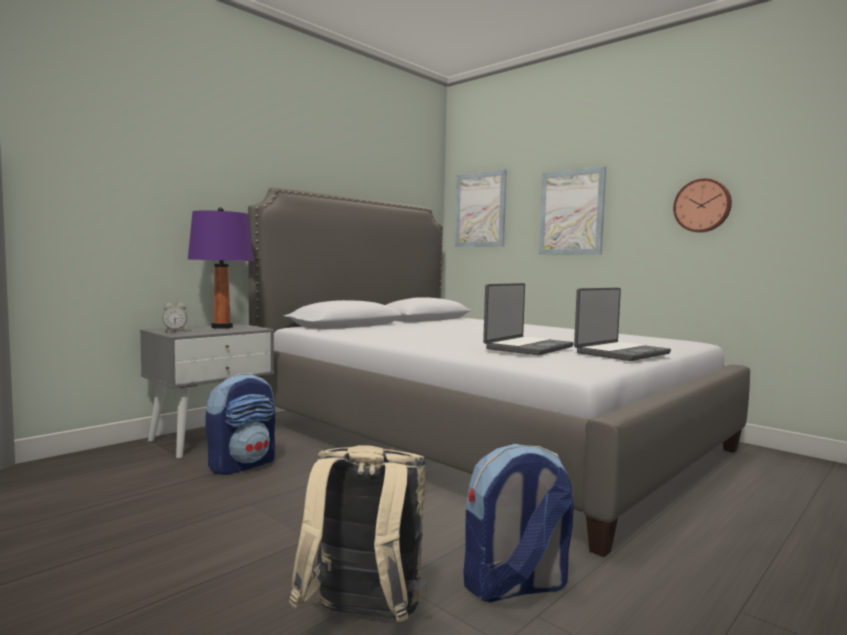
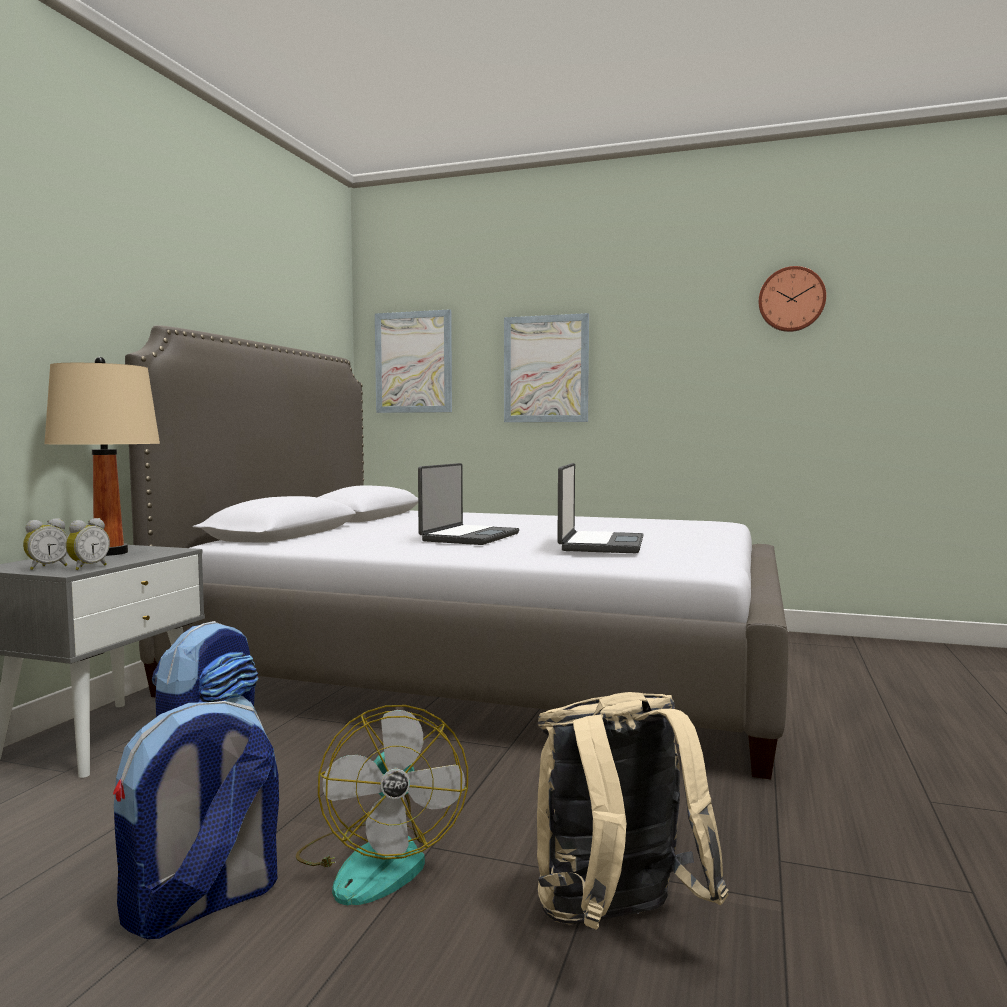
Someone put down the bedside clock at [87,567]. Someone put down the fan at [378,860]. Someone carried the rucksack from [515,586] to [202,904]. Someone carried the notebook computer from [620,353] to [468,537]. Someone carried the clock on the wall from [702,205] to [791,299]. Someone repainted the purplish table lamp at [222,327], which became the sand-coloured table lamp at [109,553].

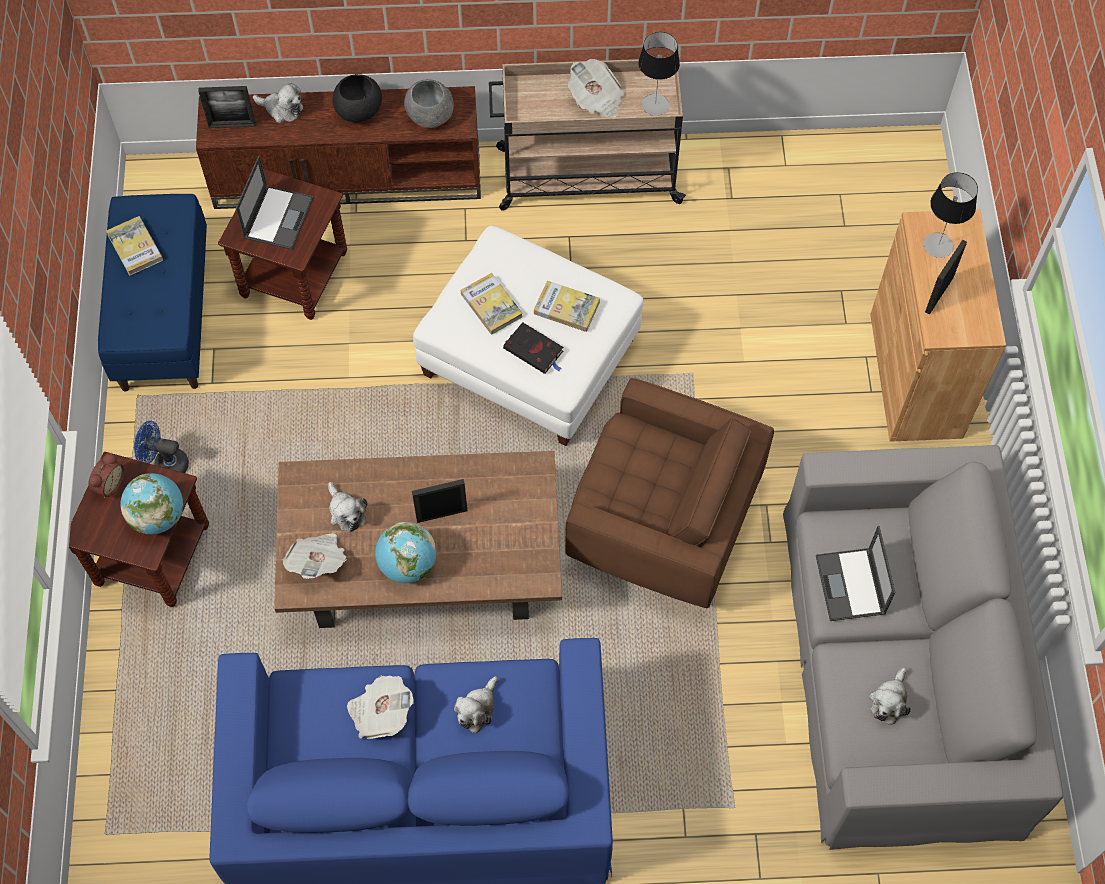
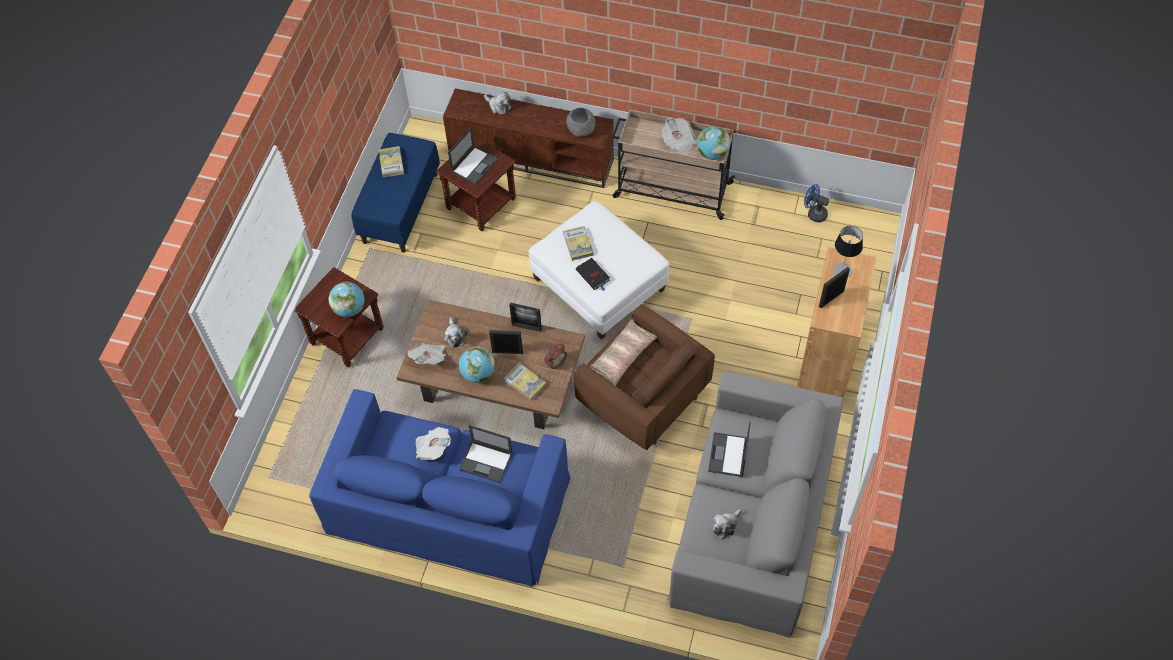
Someone took away the blackish bowl at [358,111]. Someone put down the throw pillow at [622,357]. Someone carried the bedside clock from [108,484] to [555,361]. Someone carried the bluish fan from [165,464] to [814,213]. Someone carried the photo frame from [232,125] to [526,327]. Someone carried the bound book from [566,308] to [525,382]. Someone swapped the plush toy at [477,709] for the notebook computer at [487,461]. Someone swapped the table lamp at [655,105] for the desk globe at [712,154].

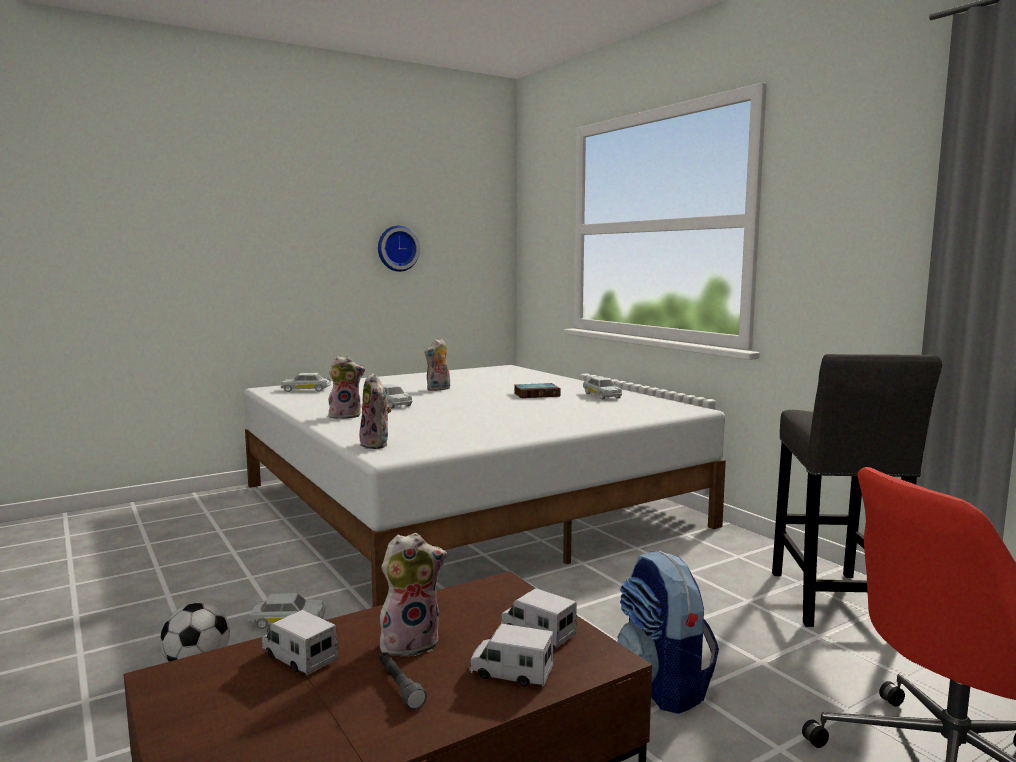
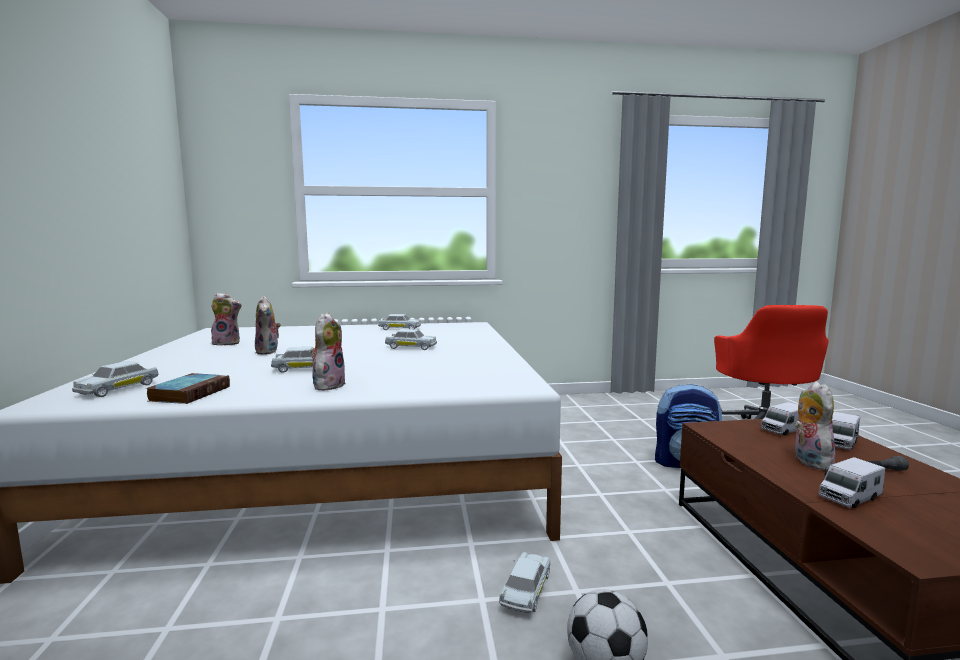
Someone took away the clock on the wall at [397,248]. Someone took away the grey sitting stool at [834,603]. Someone put down the white miniature car at [411,347]. Someone carried the plush toy from [377,445] to [227,343]. Someone carried the bound book from [537,394] to [190,393].

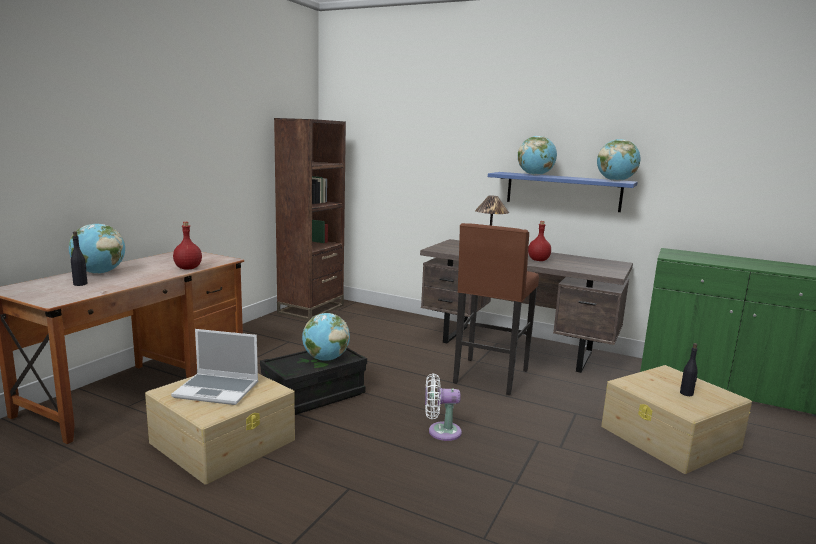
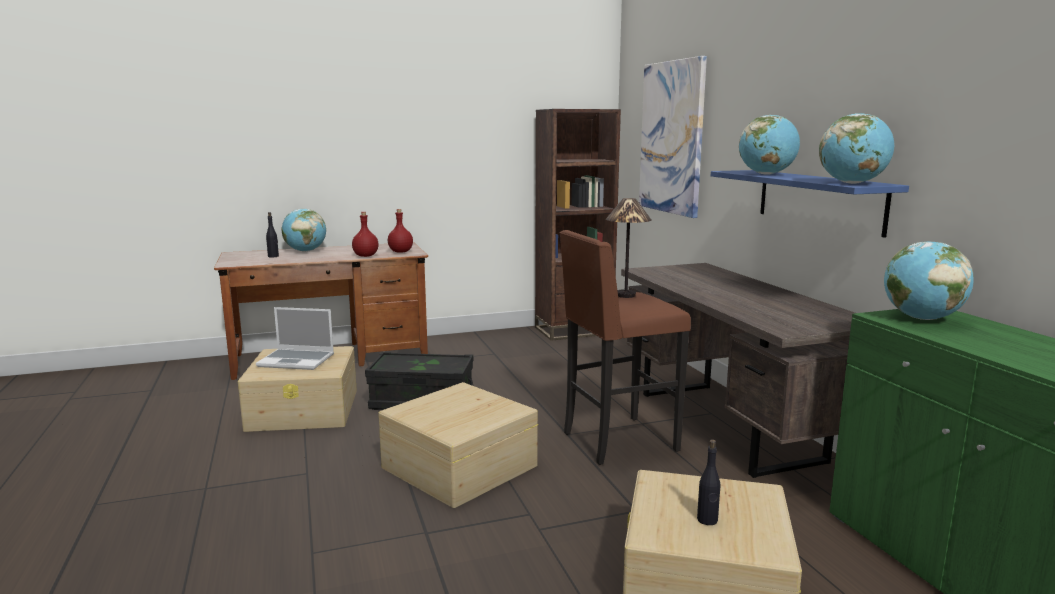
Someone put up the picture at [672,137]. Someone carried the desk globe from [325,359] to [921,318]. Someone carried the red-coloured drink bottle from [538,260] to [401,252]. Someone swapped the white fan at [441,431] for the sand-coloured storage bin at [458,466]. Someone rotated the notebook computer at [218,390] by 45 degrees counterclockwise.

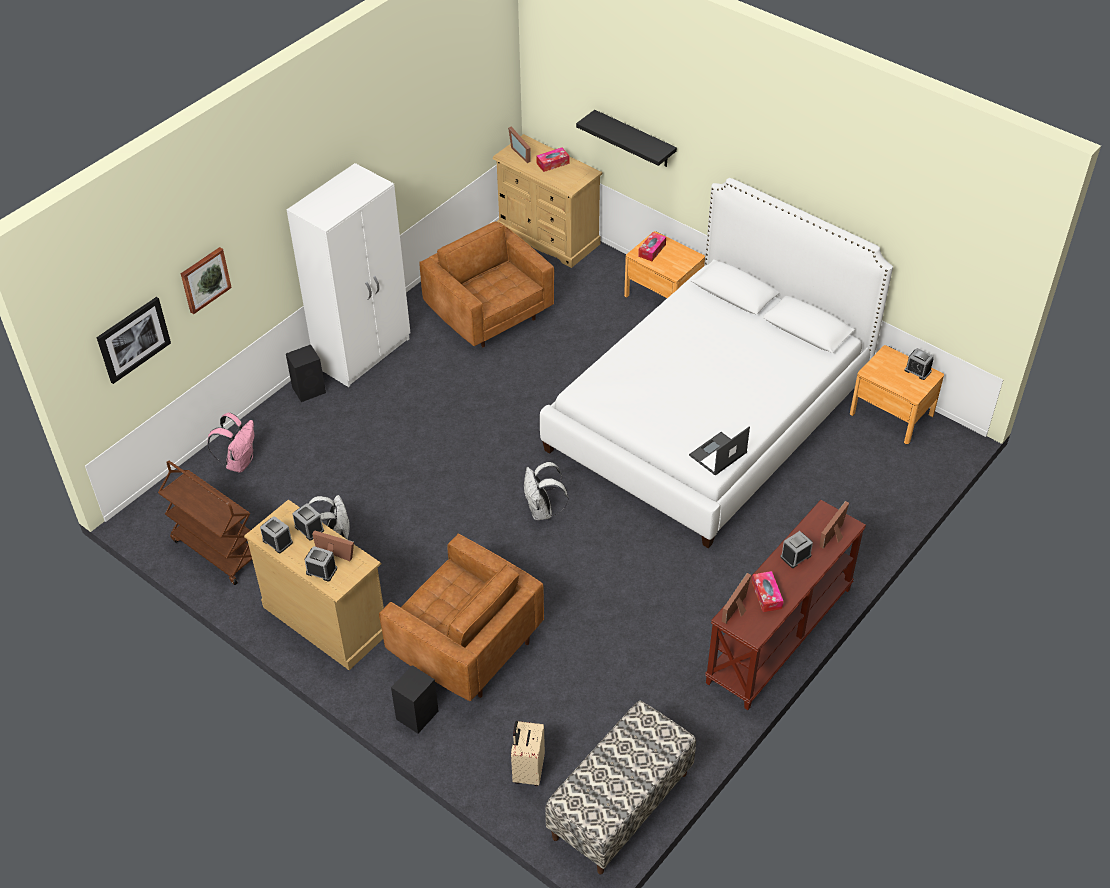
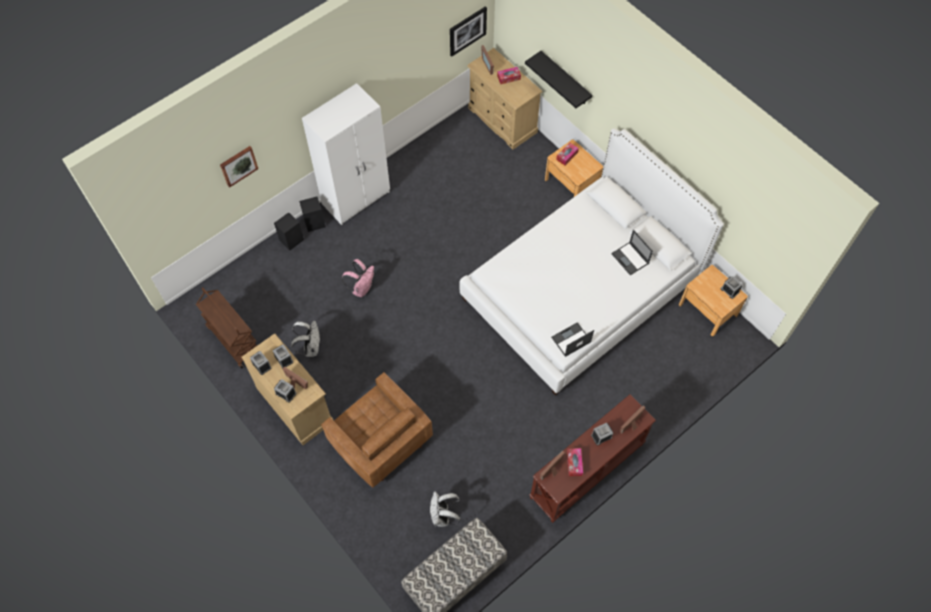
Someone took away the brown easy chair at [489,315]. Someone took away the sand-coloured piece of luggage at [527,770]. Someone put down the notebook computer at [630,259]. Someone carried the picture from [133,339] to [467,31]. Someone carried the pink-coloured rucksack from [239,462] to [362,288]. Someone carried the blackish loudspeaker from [418,714] to [292,240]. Someone carried the white rucksack from [542,511] to [443,516].

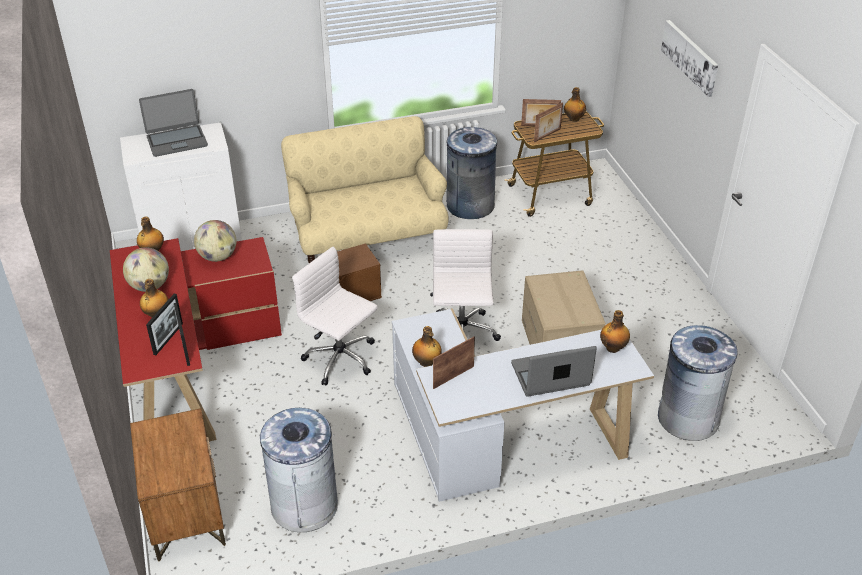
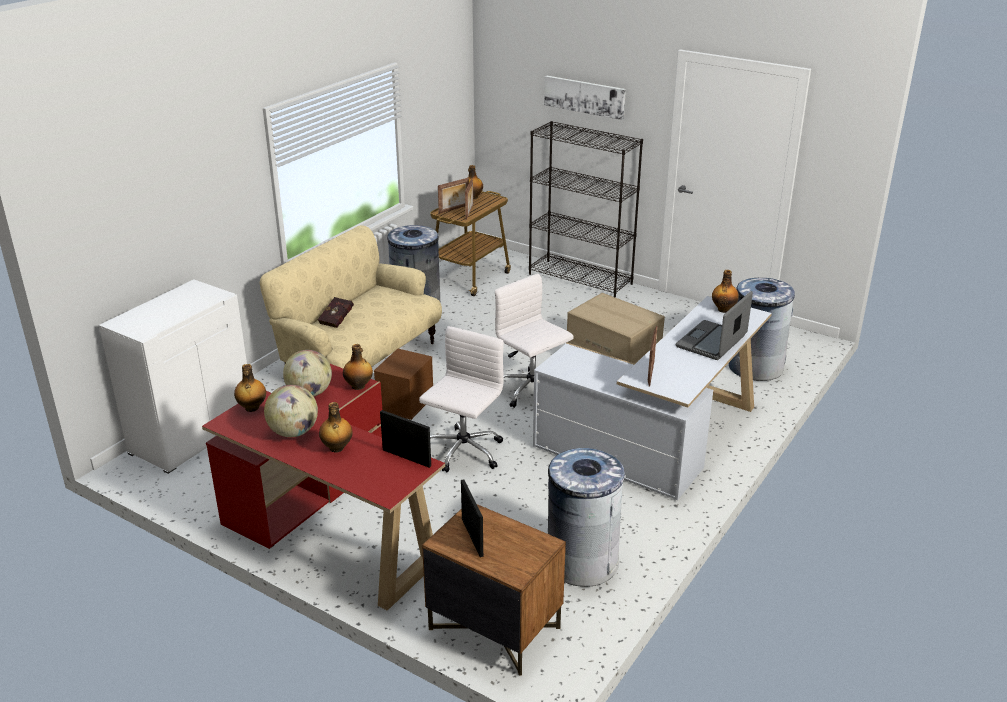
Someone took away the notebook computer at [177,141]. Someone put down the red-coloured bound book at [338,320]. Someone put down the blackish shelving unit at [581,279]. Someone carried the photo frame from [168,339] to [472,537]. Someone carried the drink bottle from [426,362] to [359,386]. Someone rotated the white desk chair at [341,359] by 120 degrees clockwise.

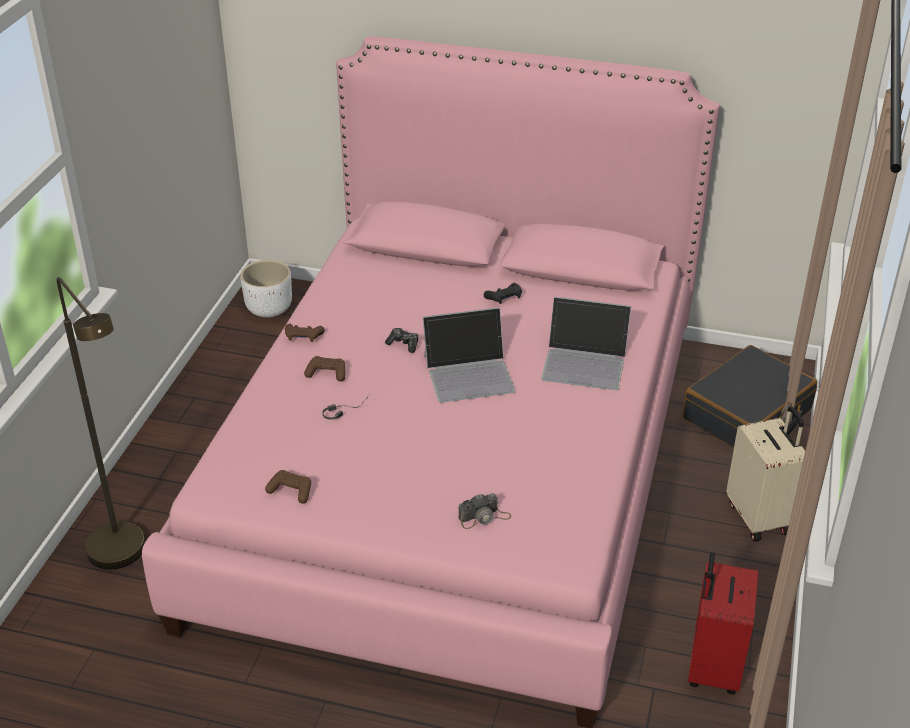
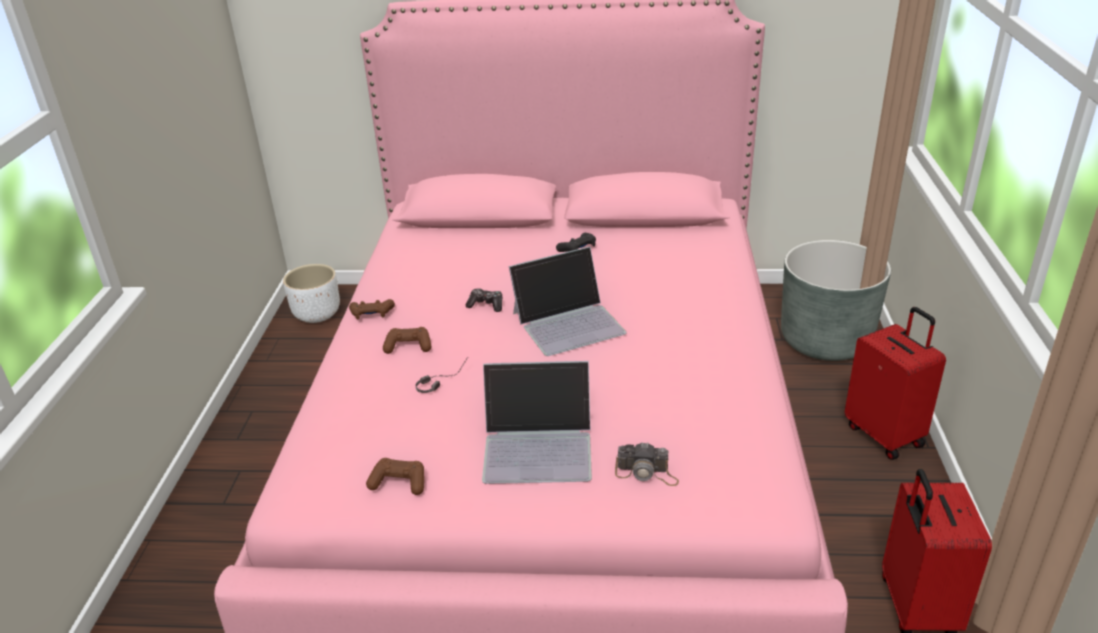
Someone took away the brown standing lamp at [124,557]. Someone carried the notebook computer from [585,361] to [539,445]. Someone swapped the blackish piece of luggage at [747,415] for the grey plant pot at [825,340]. Someone repainted the sand-coloured piece of luggage at [760,517], which became the red-coloured piece of luggage at [885,435]. Someone rotated the still camera at [484,517] by 45 degrees clockwise.

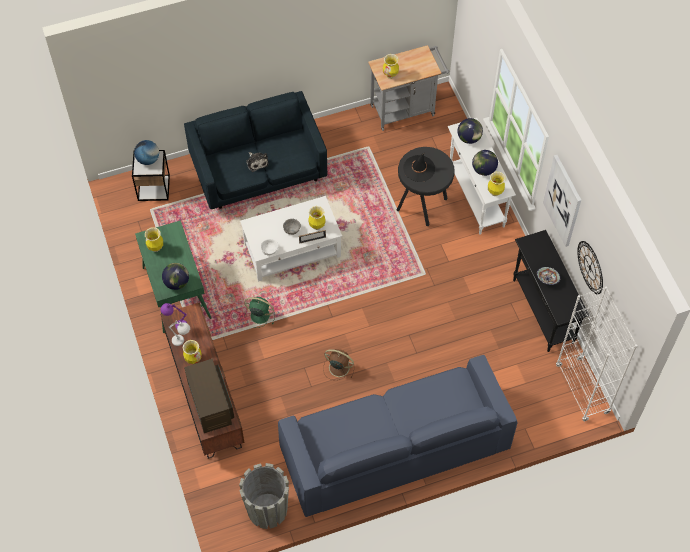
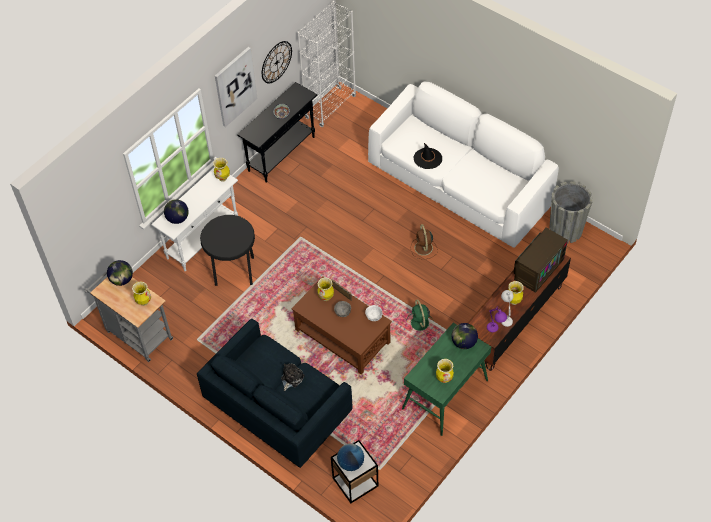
Someone carried the blackish wearable hat from [419,168] to [427,158]. Someone carried the desk globe from [483,170] to [122,280]. Someone repainted the white coffee table at [293,250], which became the brown coffee table at [342,335]. Someone repainted the bluish couch at [394,448], which became the white couch at [459,184].

